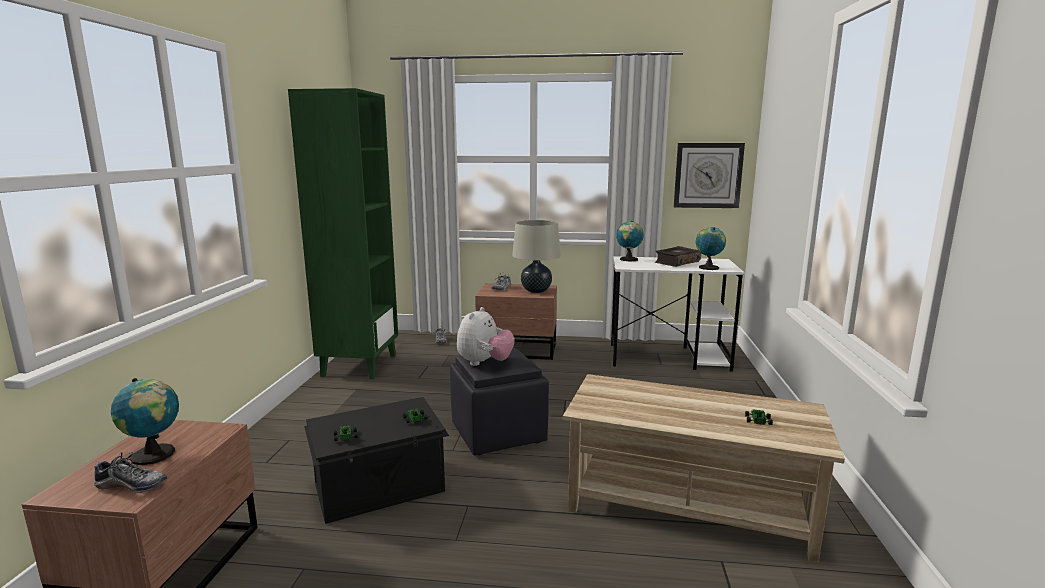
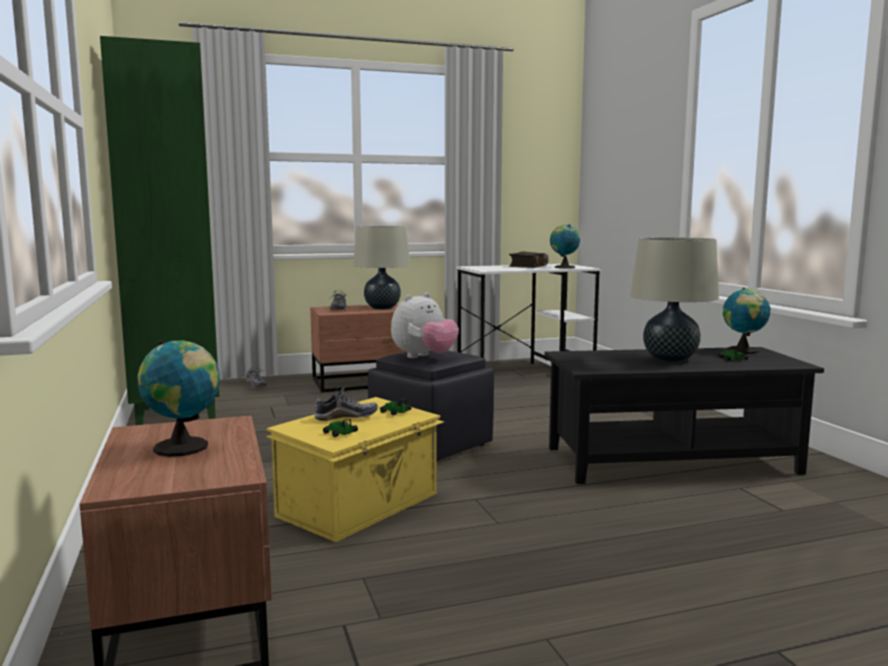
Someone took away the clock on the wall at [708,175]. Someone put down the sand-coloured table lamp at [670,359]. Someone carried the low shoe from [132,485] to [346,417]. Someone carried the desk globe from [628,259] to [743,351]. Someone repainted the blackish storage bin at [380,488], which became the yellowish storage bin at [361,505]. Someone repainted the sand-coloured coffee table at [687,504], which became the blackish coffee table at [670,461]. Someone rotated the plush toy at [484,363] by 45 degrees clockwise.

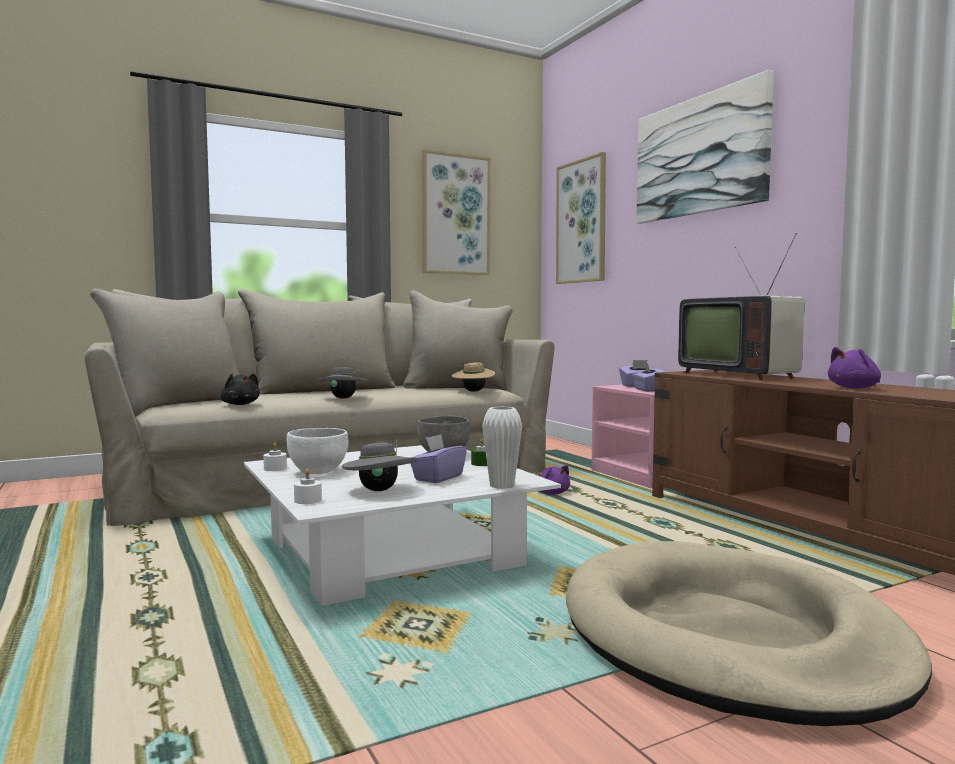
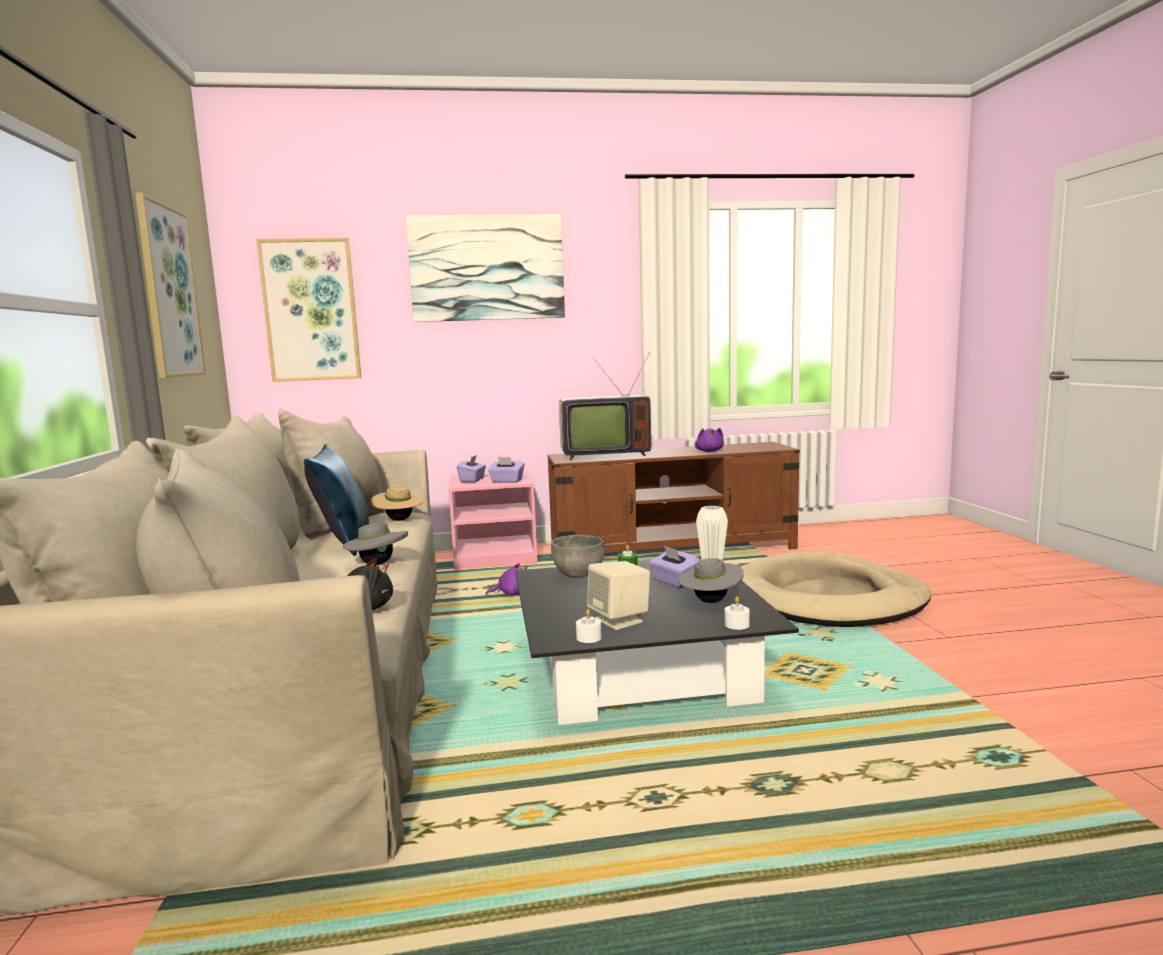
Someone put down the bluish throw pillow at [344,543]. Someone swapped the white bowl at [318,472] for the sand-coloured loudspeaker at [619,620]. Someone repainted the white coffee table at [392,552], which became the blackish coffee table at [637,669].

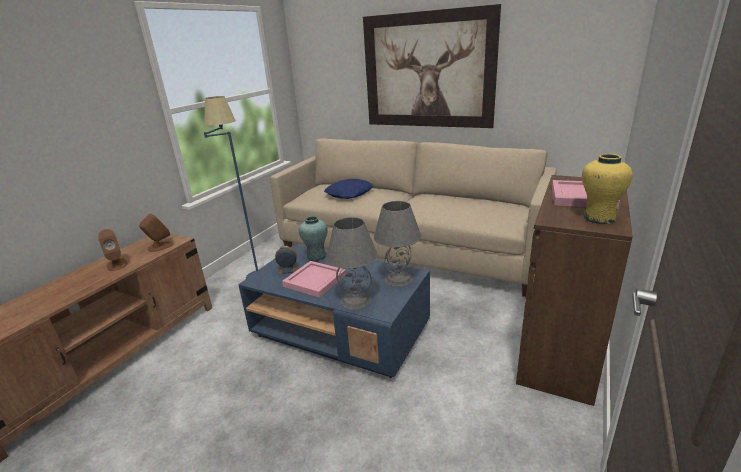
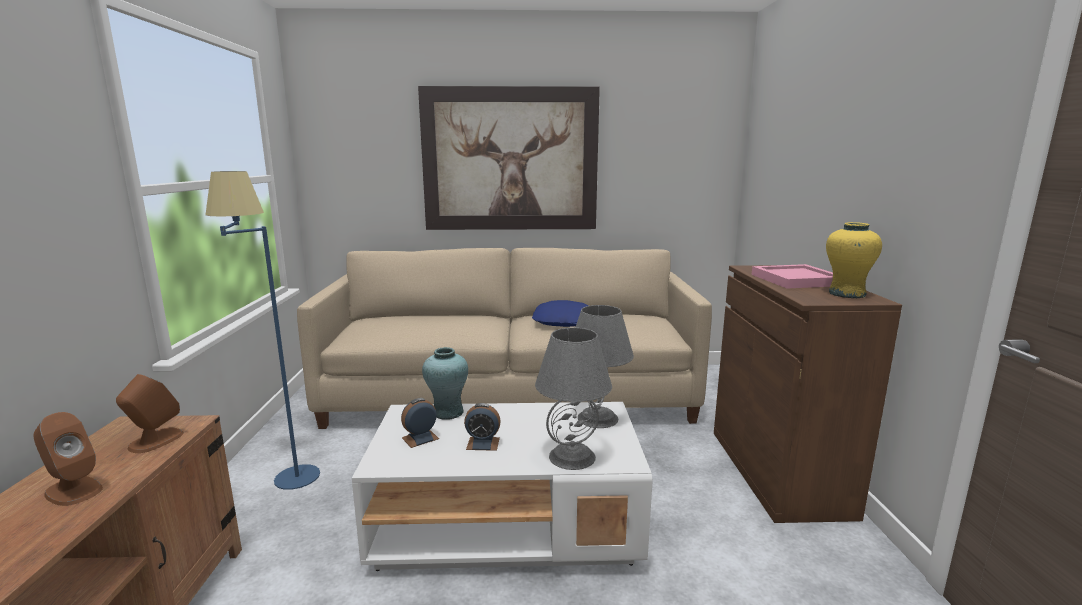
Someone carried the bluish throw pillow from [349,194] to [563,321]. Someone swapped the pink-coloured tray at [316,280] for the bedside clock at [483,443]. Someone repainted the bluish coffee table at [340,332], which became the white coffee table at [508,524].

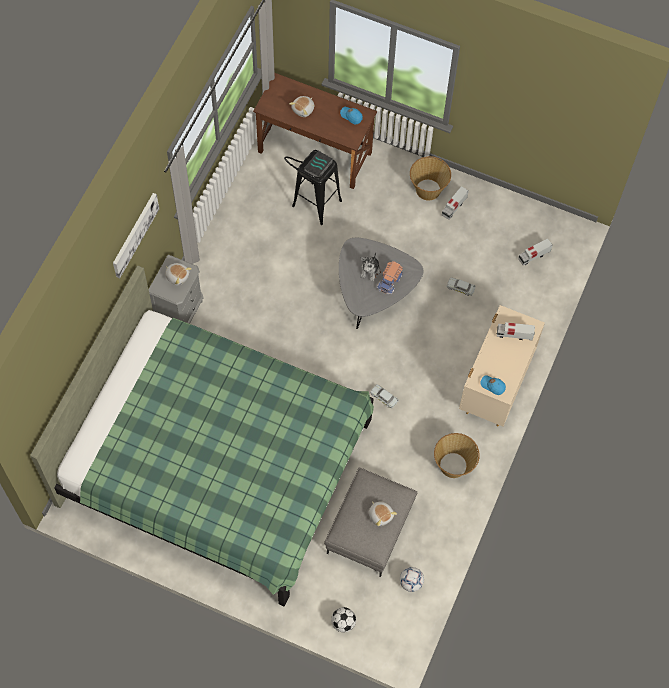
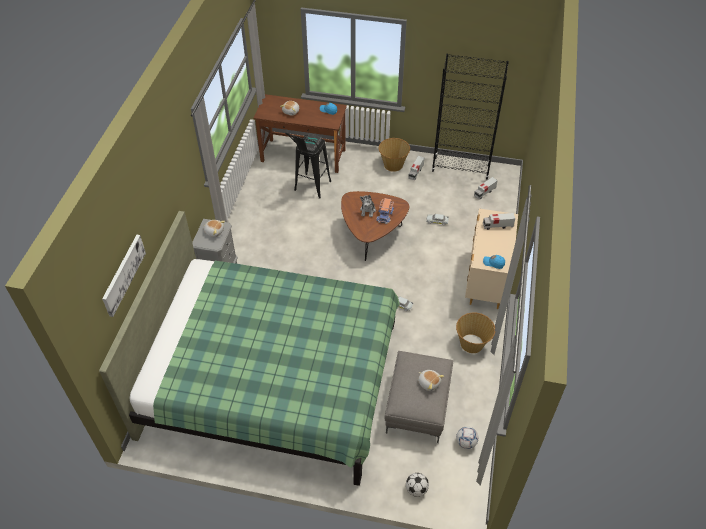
Someone put down the blackish shelving unit at [461,168]. Someone carried the picture from [134,234] to [123,274]. Someone repainted the grey coffee table at [373,294], which became the brown coffee table at [372,236].

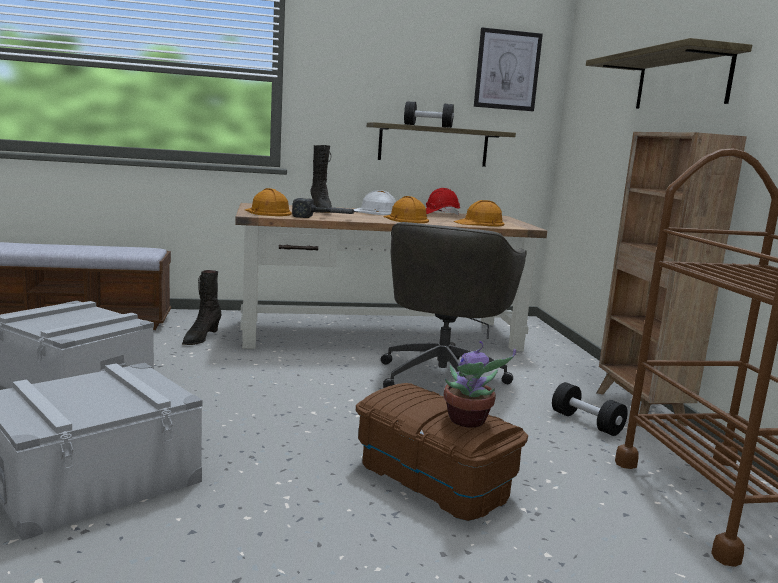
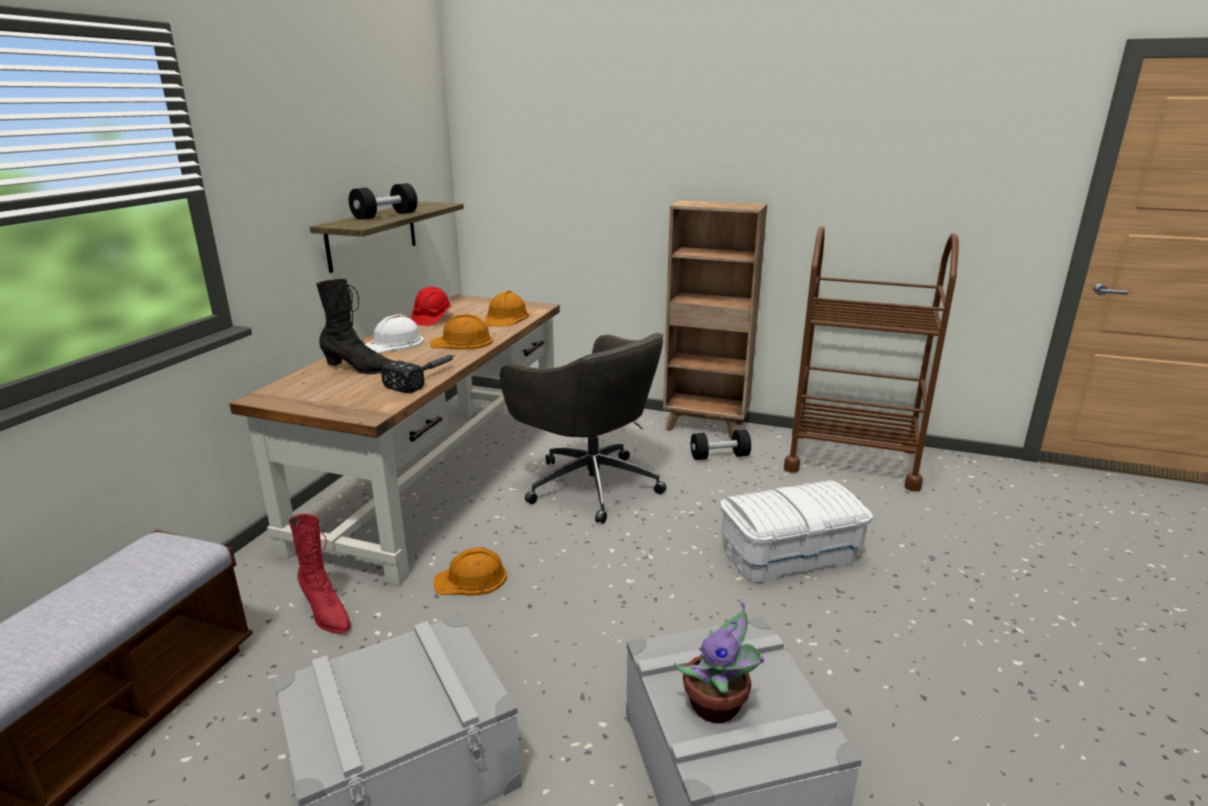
Someone took away the picture at [507,70]. Someone took away the wall shelf at [681,81]. Someone carried the orangey safety helmet from [267,212] to [471,579]. Someone carried the potted plant from [468,421] to [718,707]. Someone repainted the blackish high-top boot at [201,338], which became the red-coloured high-top boot at [326,613]. Someone repainted the brown storage bin at [432,479], which became the white storage bin at [789,556].

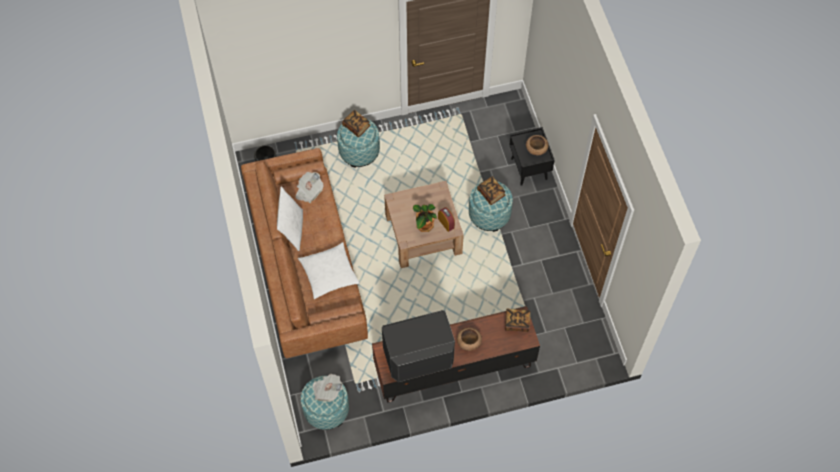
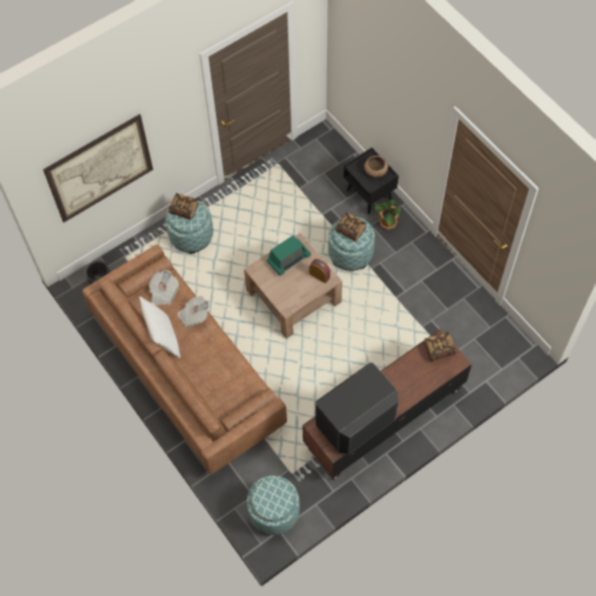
Someone took away the white throw pillow at [329,274]. Someone took away the brown bowl at [468,342]. Someone put up the picture at [100,168]. Someone put down the radio set at [288,259]. Someone carried the newspaper from [327,390] to [194,315]. Someone carried the potted plant from [424,225] to [387,223].

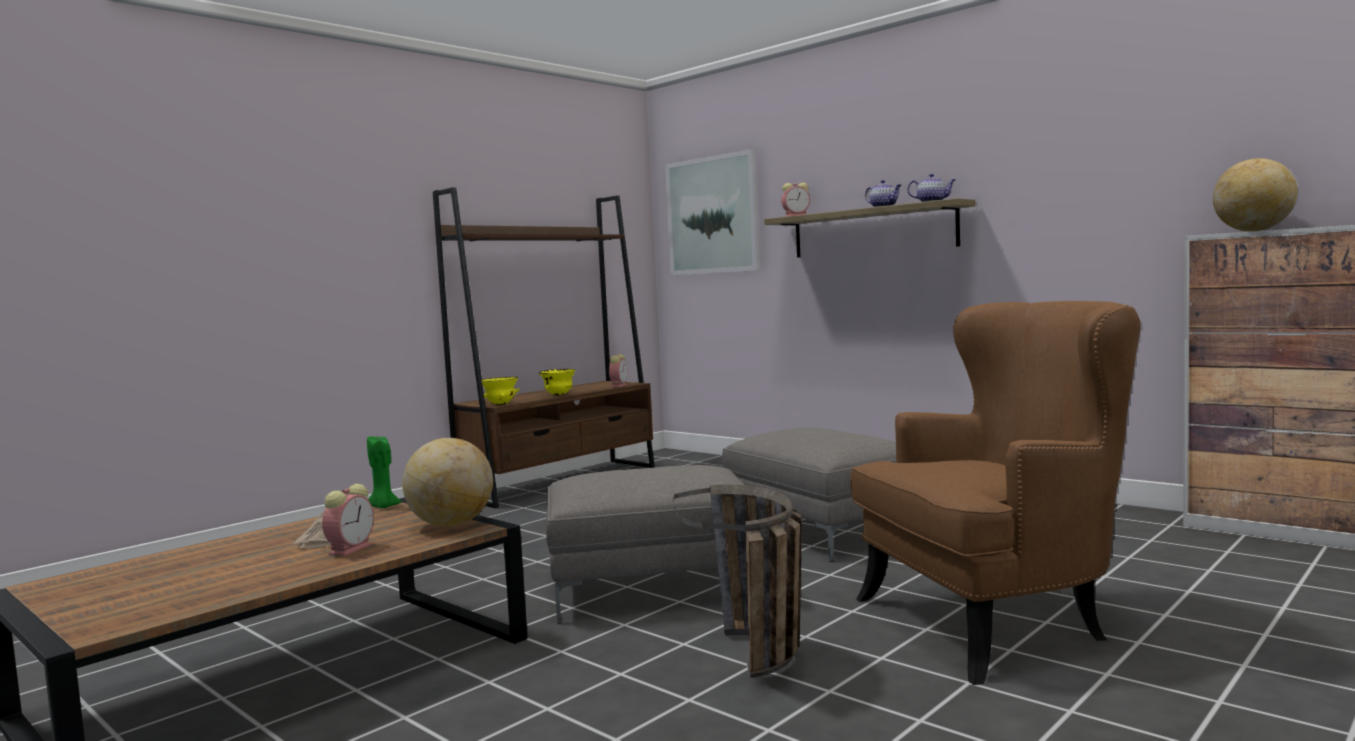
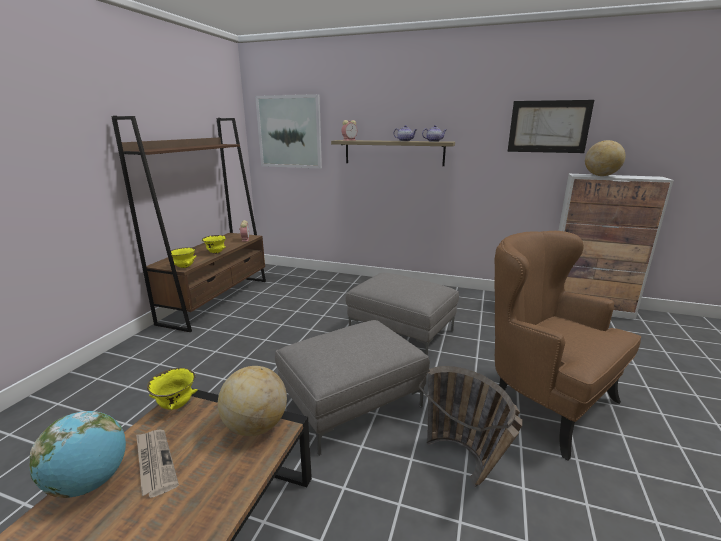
Someone took away the bedside clock at [351,549]. Someone put down the desk globe at [90,482]. Someone put up the picture at [548,126]. Someone swapped the green-coloured wax candle at [383,507] for the yellowish bowl at [176,405]. Someone rotated the brown easy chair at [996,623] by 90 degrees counterclockwise.

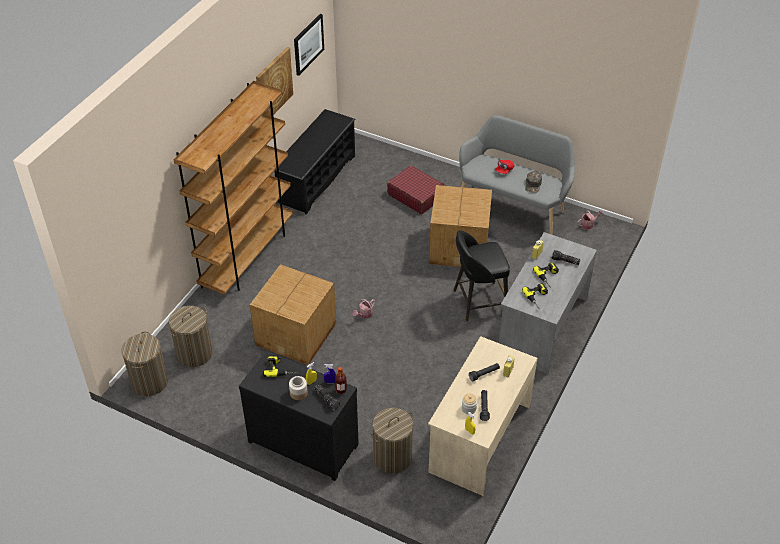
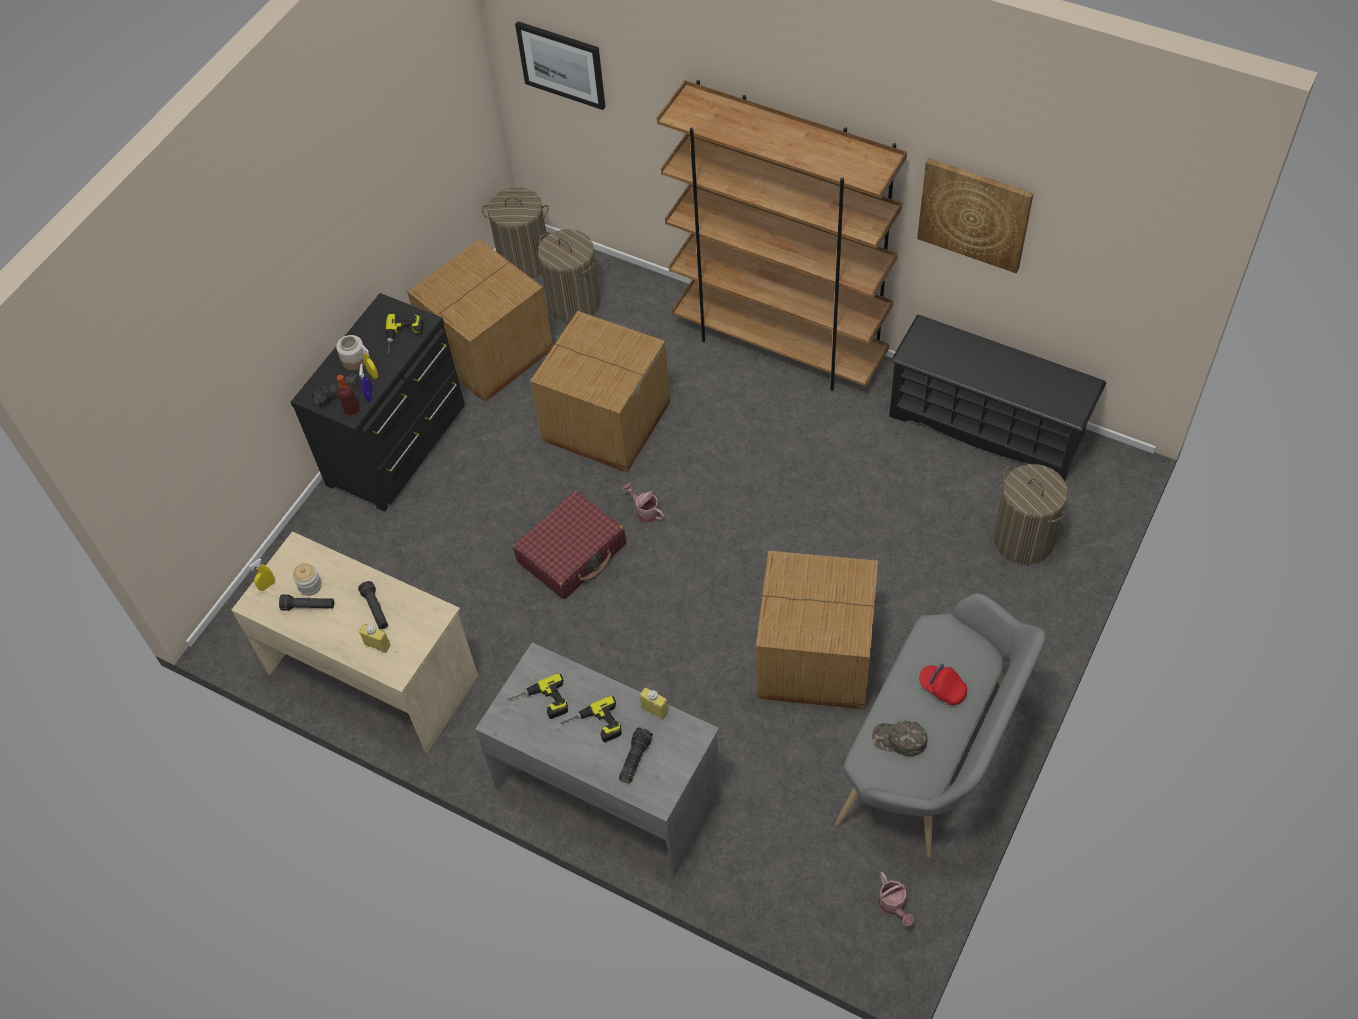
Someone took away the blackish sitting stool at [478,302]. Someone put down the packing box at [491,351]. Someone carried the picture from [308,44] to [562,64]. Someone carried the washing basket from [392,457] to [1023,539]. Someone carried the red-coloured piece of luggage from [416,195] to [572,553].

